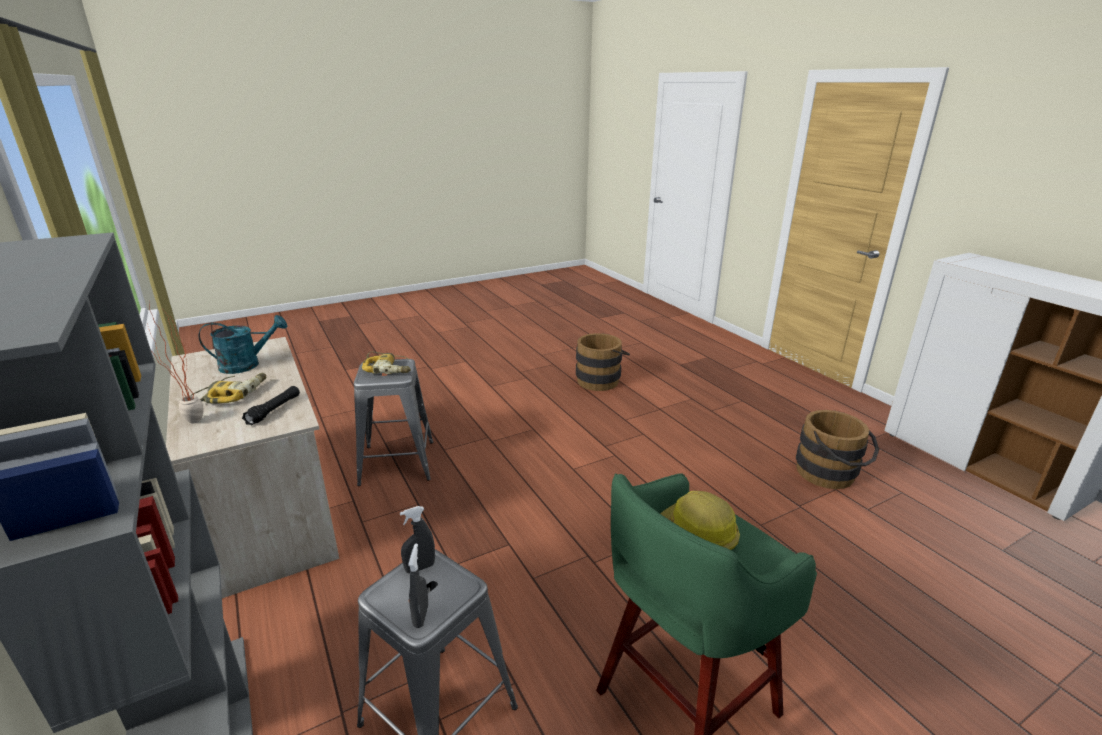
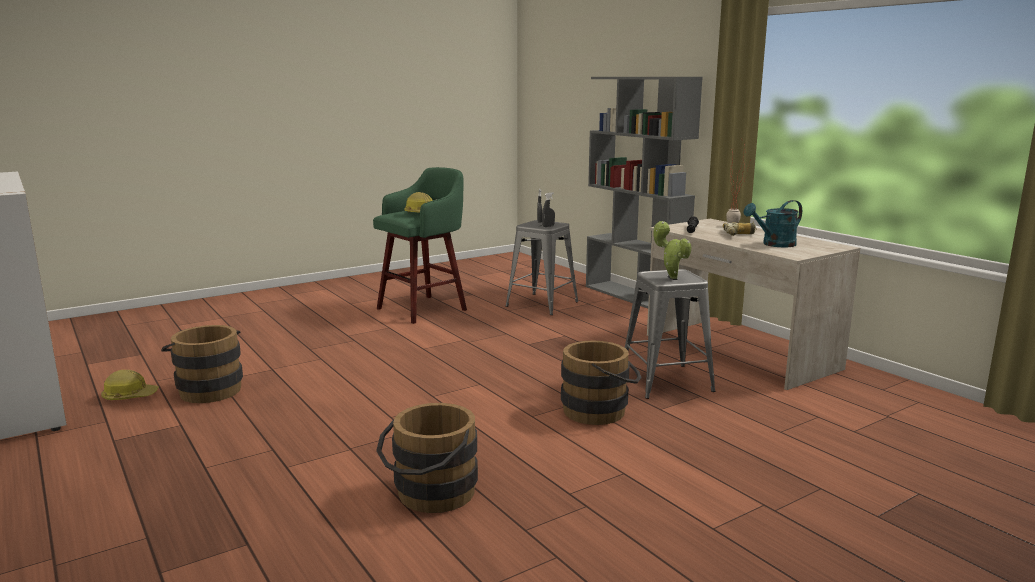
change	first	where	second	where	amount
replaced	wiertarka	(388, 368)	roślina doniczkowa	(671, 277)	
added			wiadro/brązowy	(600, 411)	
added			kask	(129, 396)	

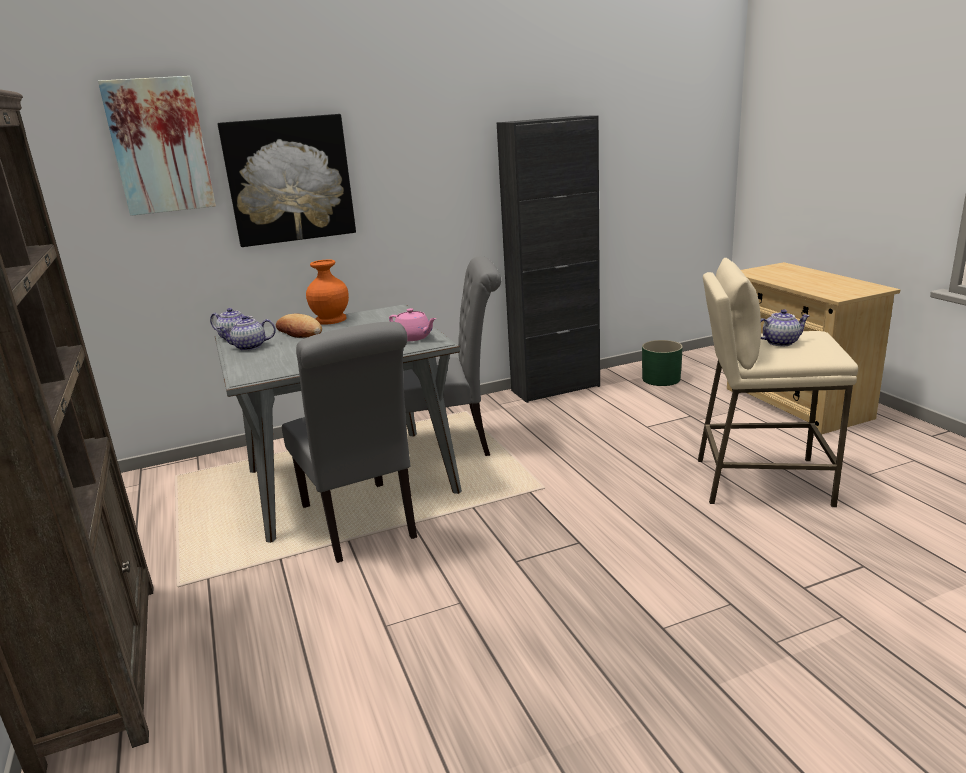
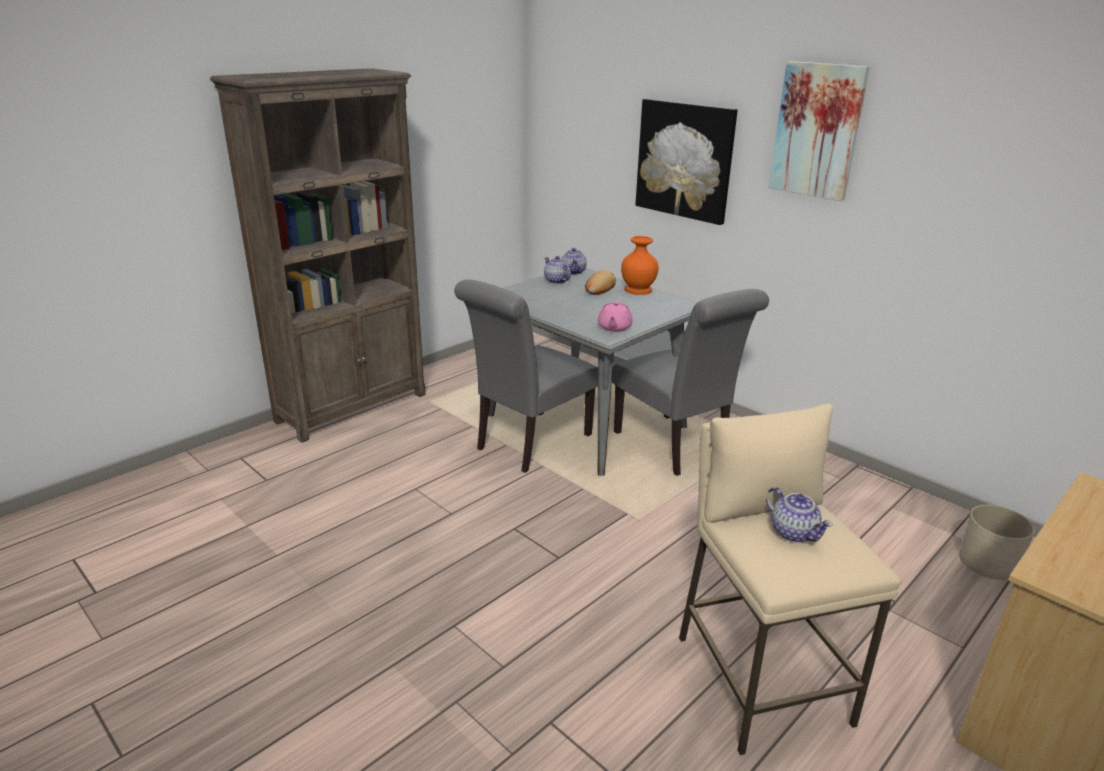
change	first	where	second	where	amount
moved	obraz	(159, 146)		(817, 130)	
removed	szafka/czarny	(555, 388)			
recoloured	donica/zielony	(661, 379)	donica/beżowy	(987, 562)	

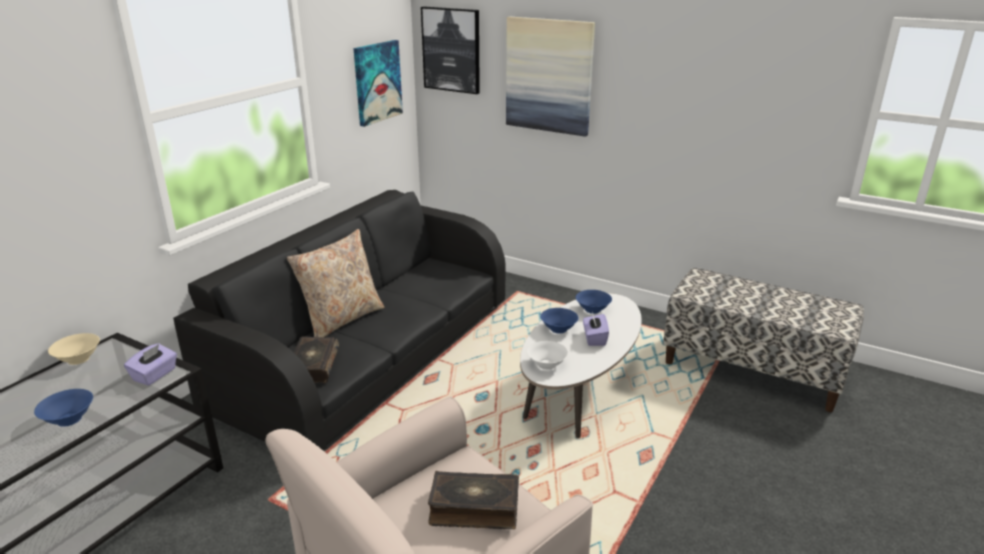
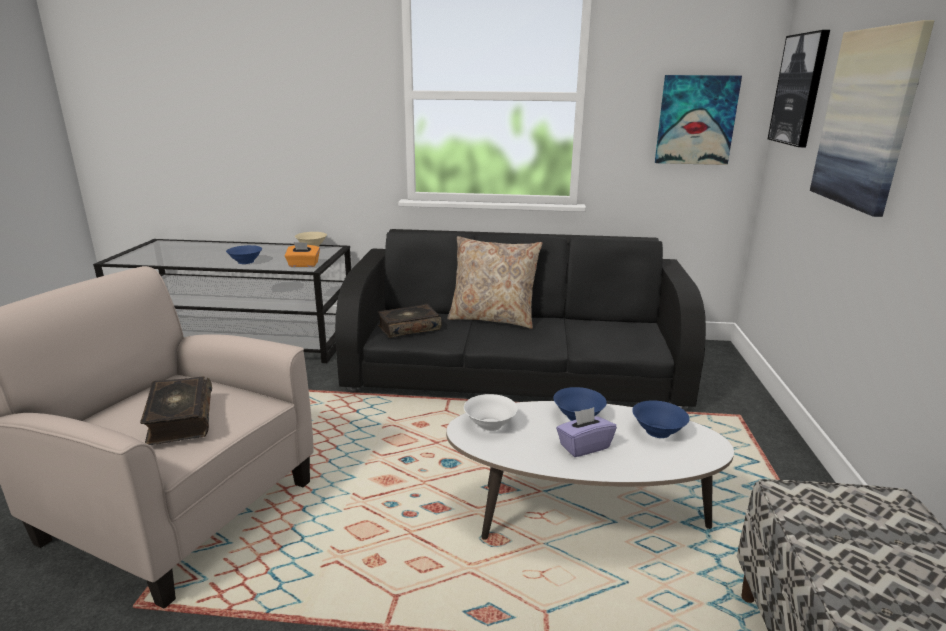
change	first	where	second	where	amount
recoloured	pudełko chusteczek/fioletowy	(155, 375)	pudełko chusteczek/pomarańczowy	(303, 265)	

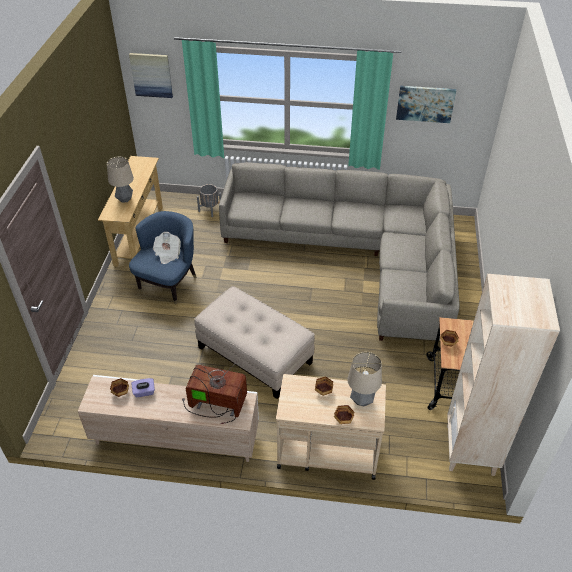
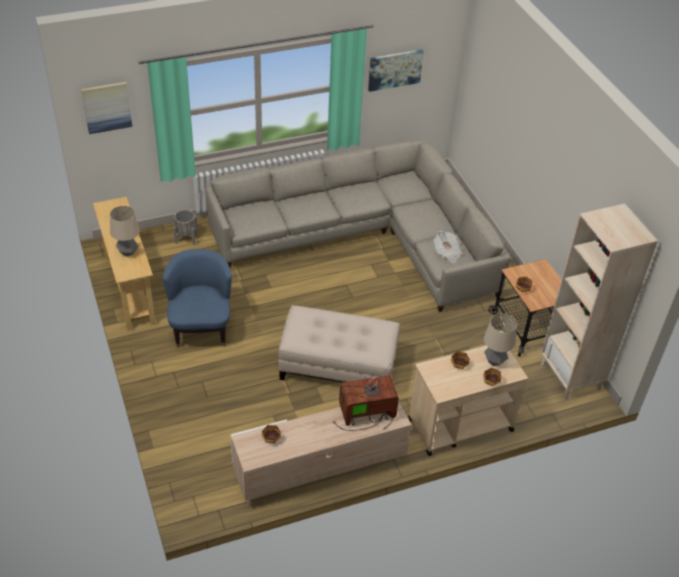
change	first	where	second	where	amount
moved	gazeta	(167, 254)		(447, 253)	
removed	pudełko chusteczek/fioletowy	(144, 392)			

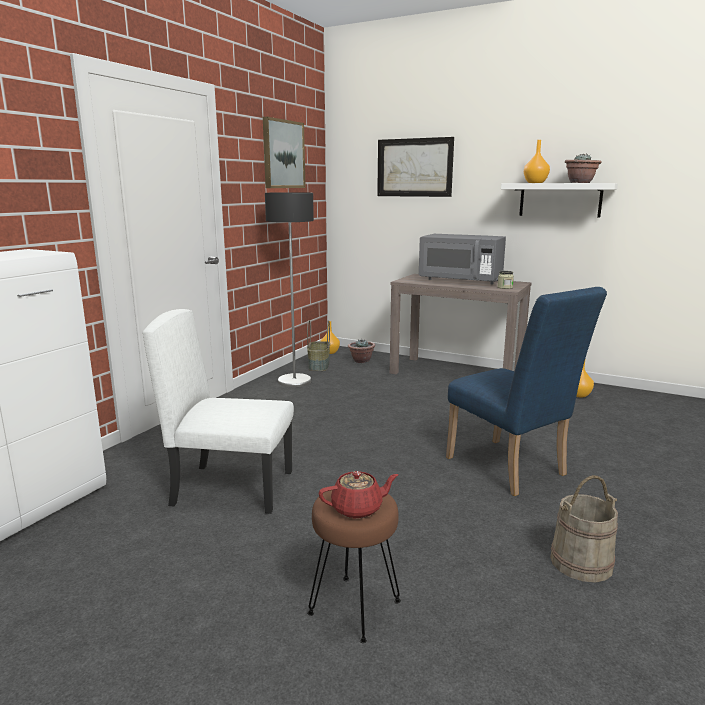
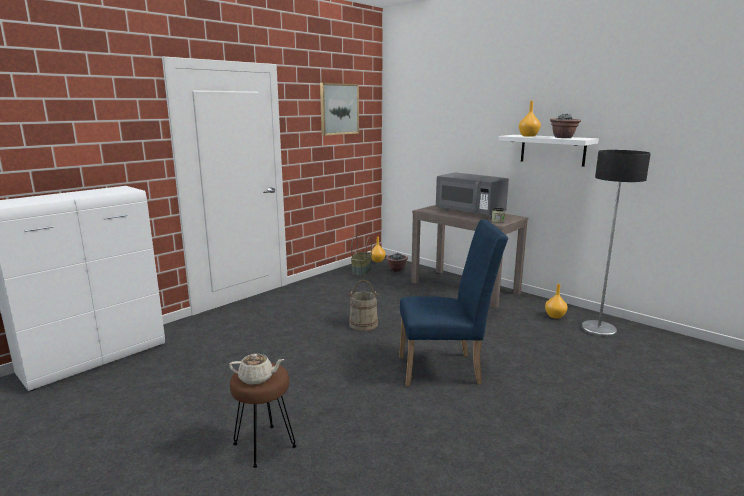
change	first	where	second	where	amount
removed	obraz	(414, 167)			
moved	lampa stojąca	(294, 381)		(598, 329)	
turned	krzesło/niebieski	(511, 470)		(446, 369)	75 degrees counterclockwise
removed	krzesło/biały	(233, 488)			
recoloured	imbryk/czerwony	(358, 508)	imbryk/beżowy	(257, 378)	
moved	wiadro/beżowy	(581, 562)		(363, 324)	

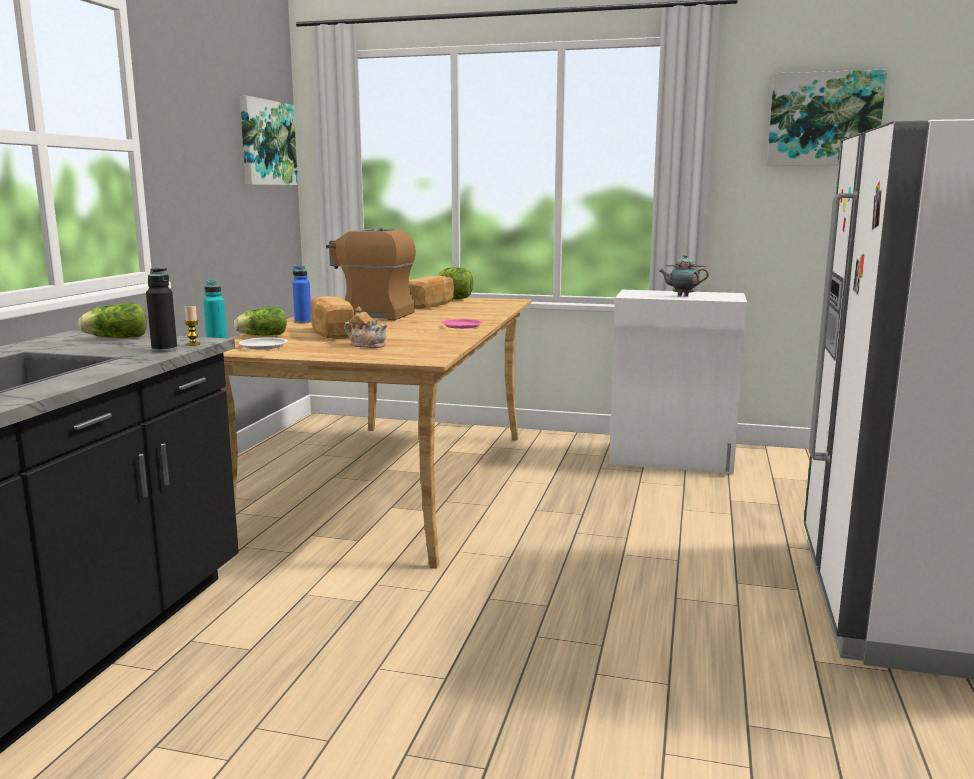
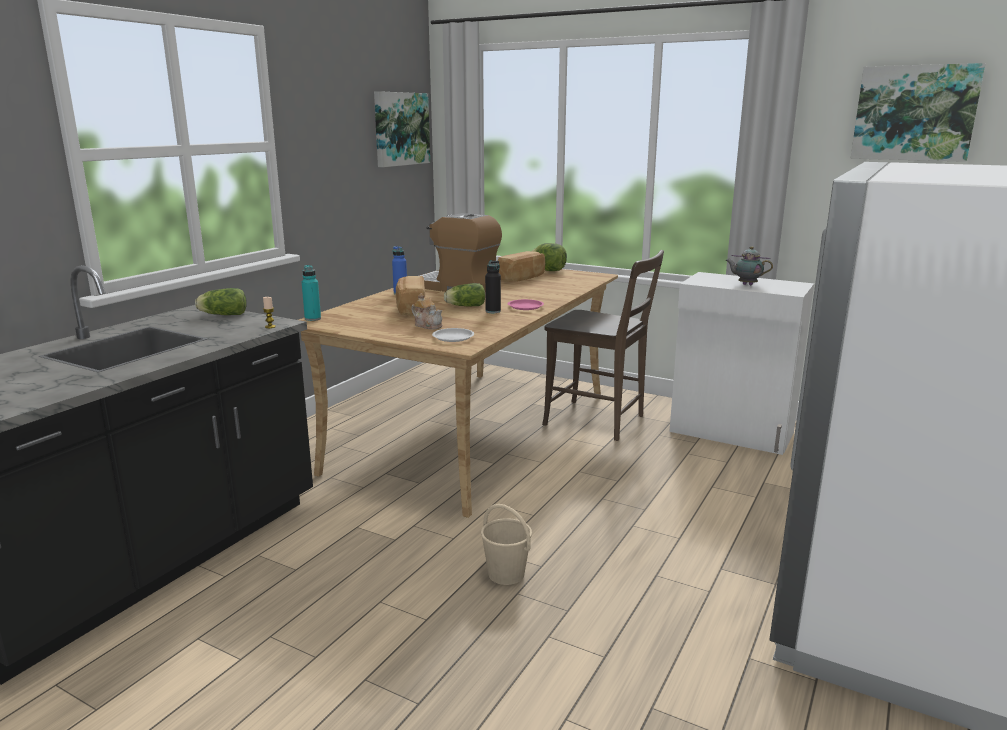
change	first	where	second	where	amount
moved	butelka/czarny	(164, 350)		(493, 311)	
moved	sałata	(260, 335)		(464, 306)	
moved	talerz/biały	(263, 346)		(453, 337)	
added			krzesło/brązowy	(599, 421)	
added			wiadro/beżowy	(505, 574)	

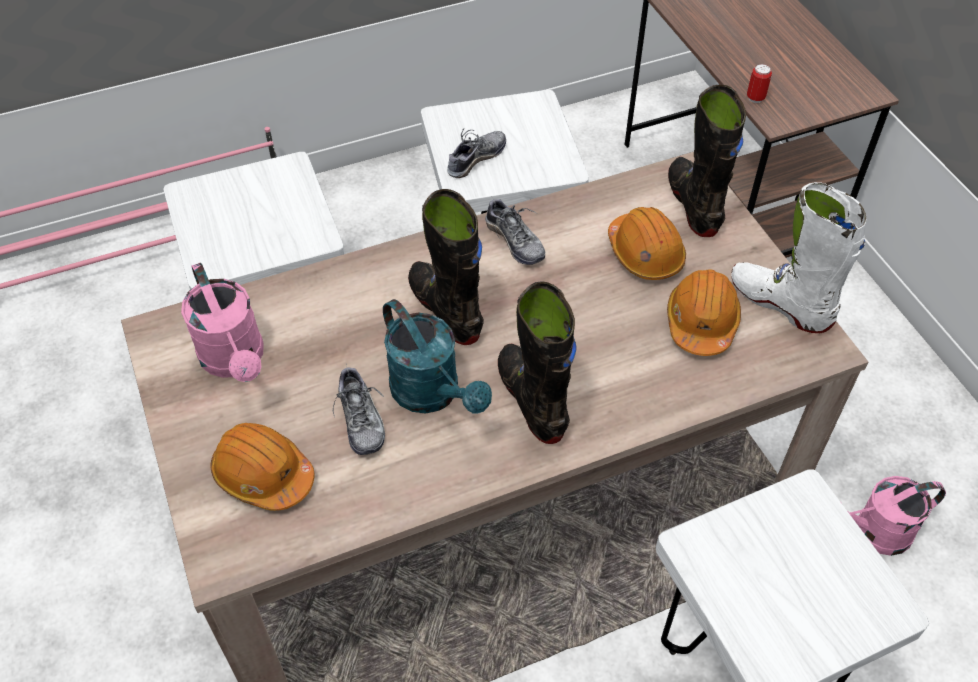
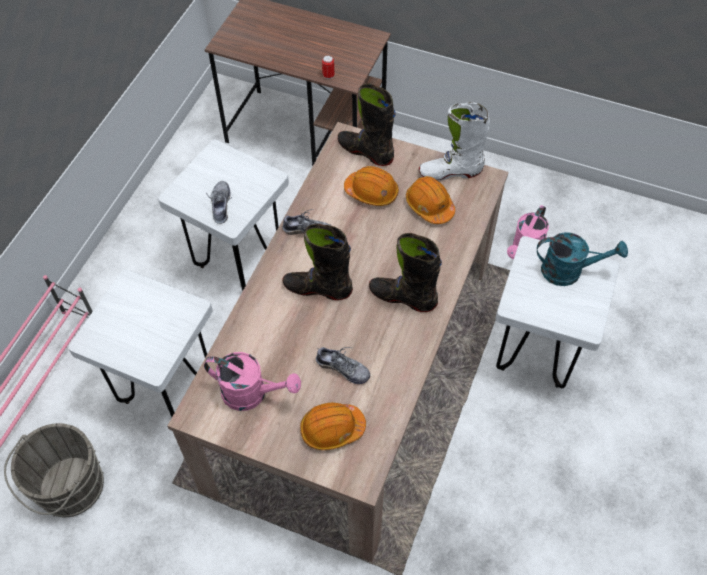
change	first	where	second	where	amount
moved	konewka/turkusowy	(433, 394)		(569, 271)	
added			wiadro/szary	(68, 490)	

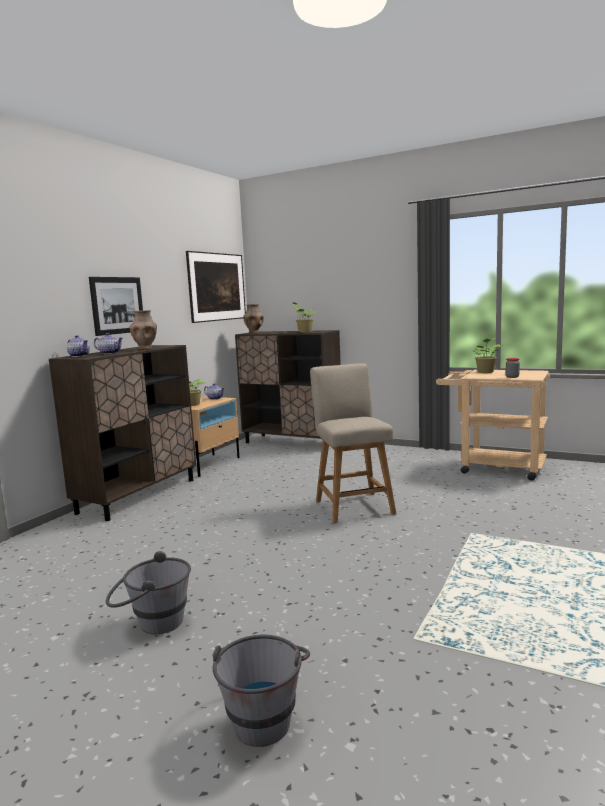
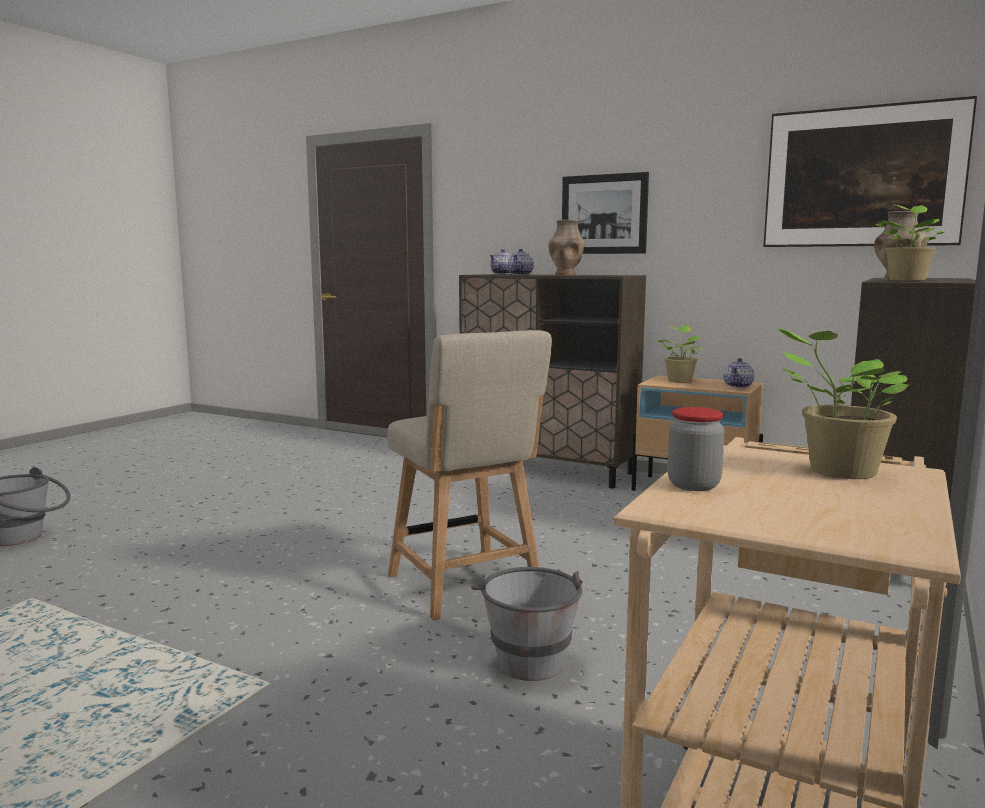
change	first	where	second	where	amount
turned	krzesło/beżowy	(353, 505)		(467, 587)	75 degrees clockwise
moved	wiadro/szary	(152, 623)		(527, 656)	

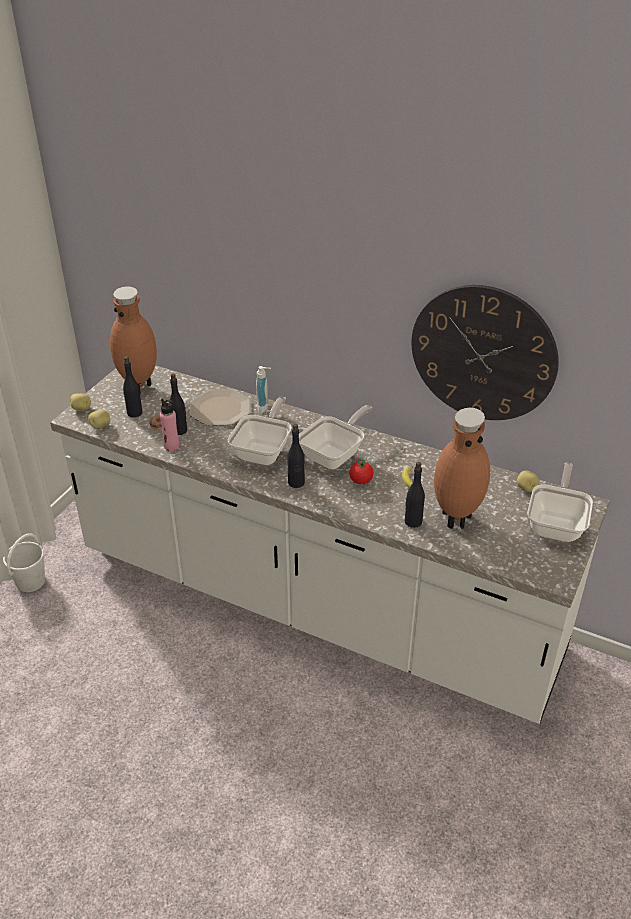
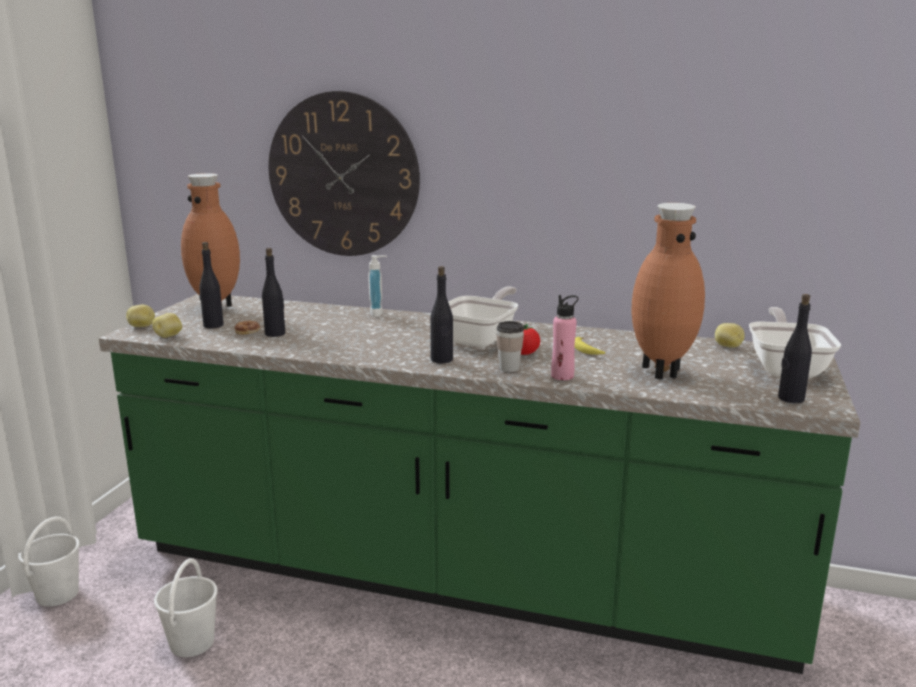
change	first	where	second	where	amount
moved	zegar ścienny	(483, 354)		(343, 175)	
recoloured	zabudowa kuchenna/biały	(315, 604)	zabudowa kuchenna/zielony	(458, 577)	
removed	talerz	(220, 409)			
removed	patelnia	(264, 451)			
moved	butelka/różowy	(171, 446)		(562, 376)	
moved	butelka/czarny	(413, 521)		(790, 398)	
added			filiżanka	(509, 368)	
added			wiadro/biały	(191, 643)	

